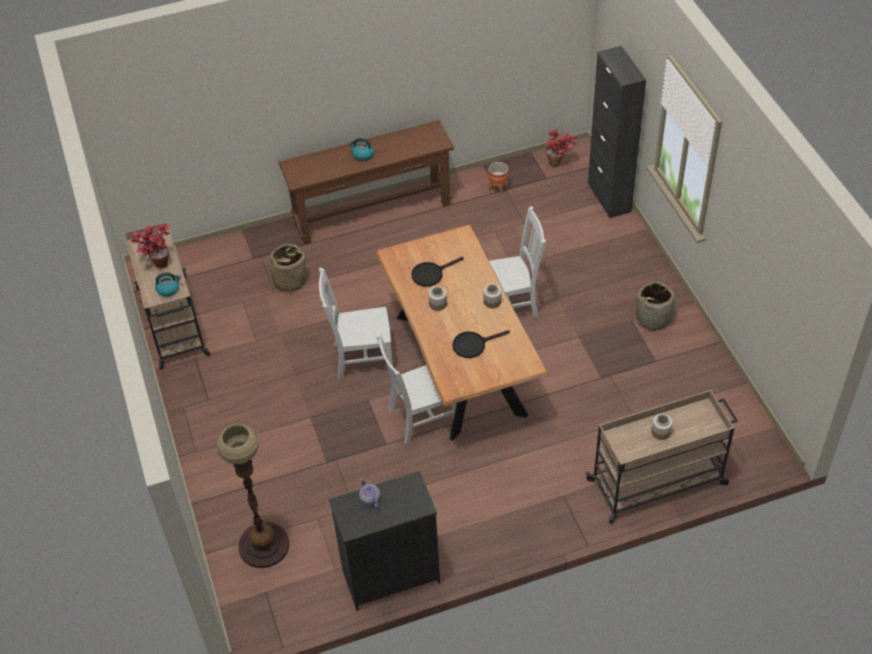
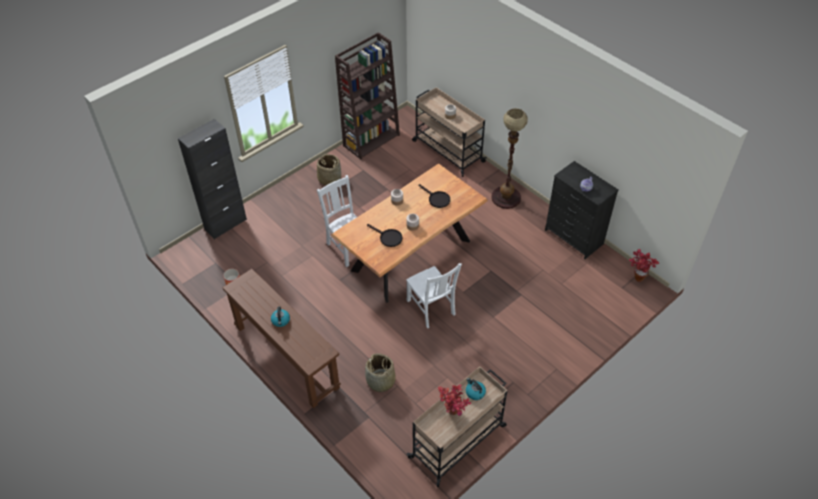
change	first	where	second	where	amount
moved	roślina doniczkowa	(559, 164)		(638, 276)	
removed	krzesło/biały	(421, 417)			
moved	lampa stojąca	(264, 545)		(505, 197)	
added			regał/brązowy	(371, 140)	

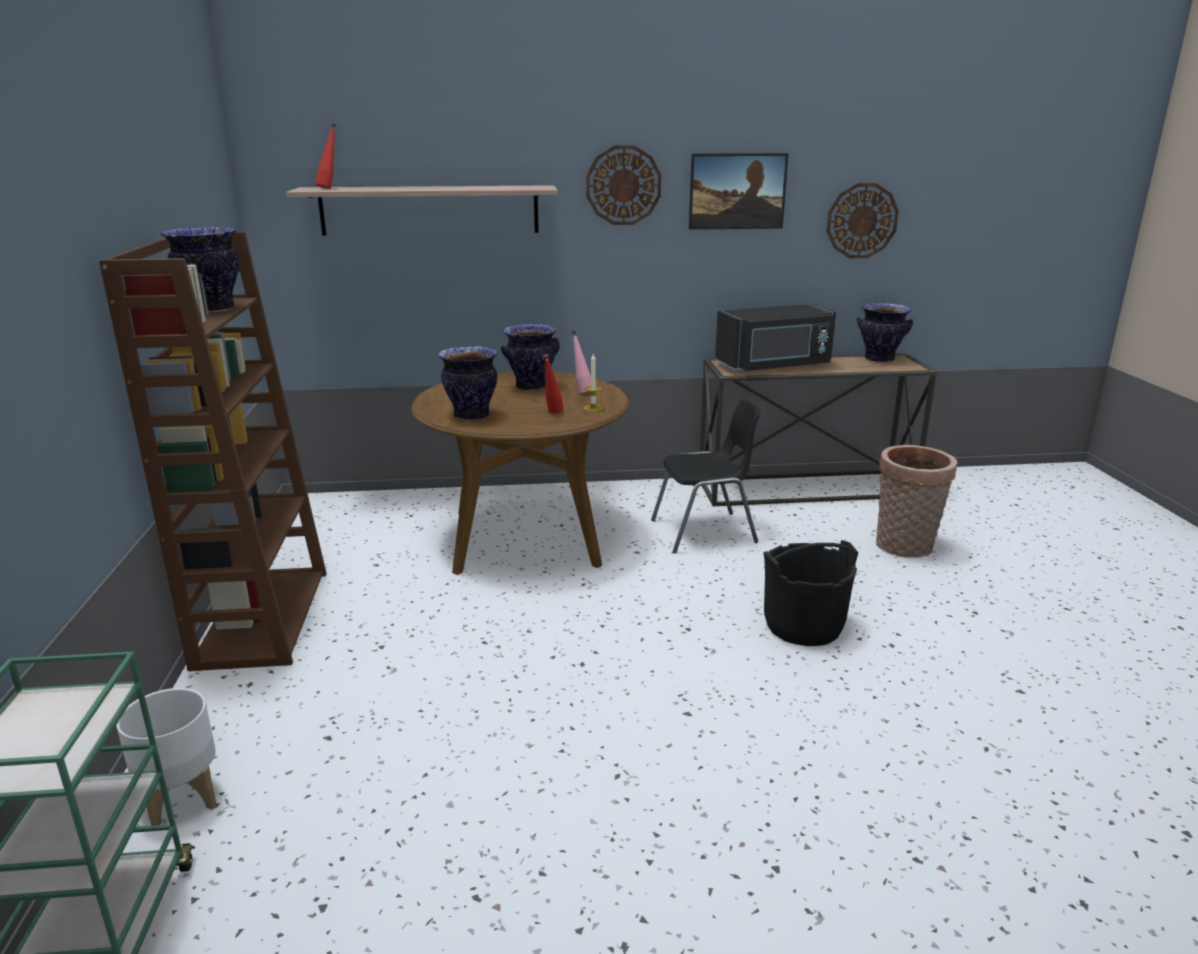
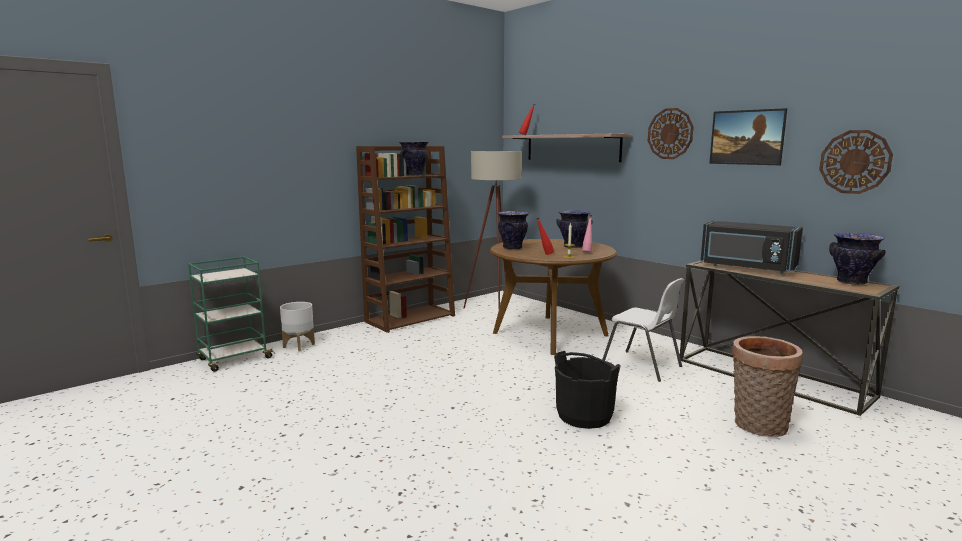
change	first	where	second	where	amount
recoloured	krzesło/czarny	(705, 532)	krzesło/biały	(642, 366)	
added			lampa stojąca/beżowy	(494, 308)	

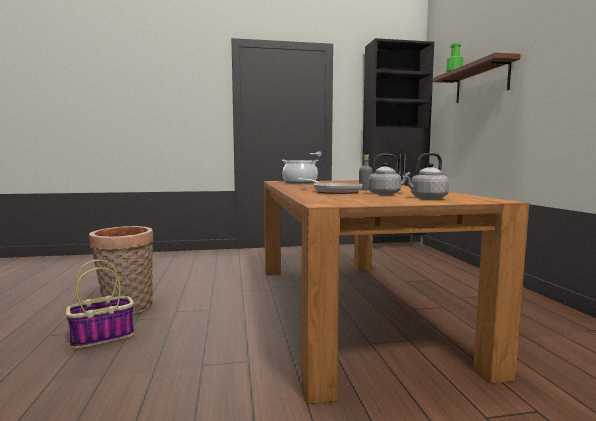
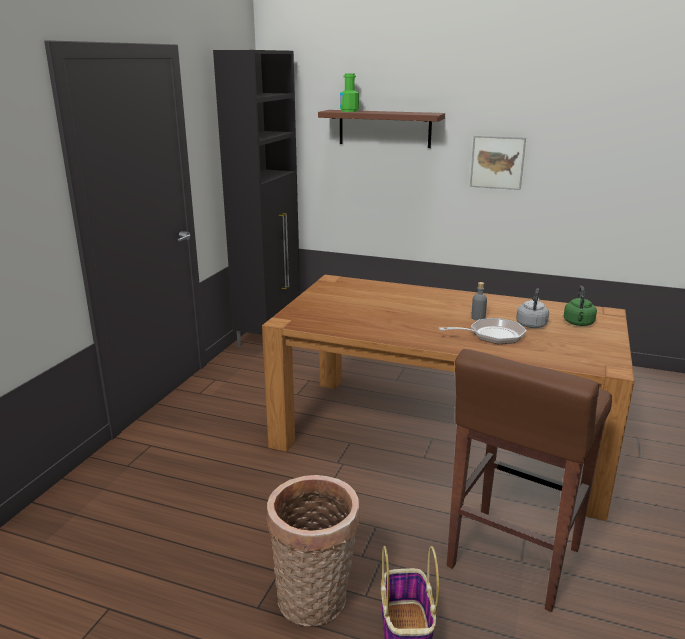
change	first	where	second	where	amount
recoloured	czajnik/szary	(427, 198)	czajnik/zielony	(578, 323)	
removed	garnek	(300, 182)			
added			obraz	(497, 162)	
added			stołek/brązowy	(512, 559)	

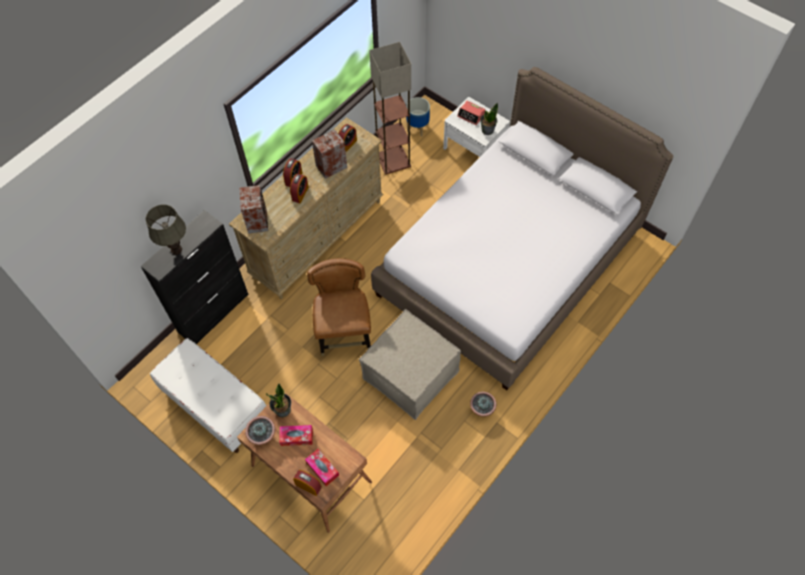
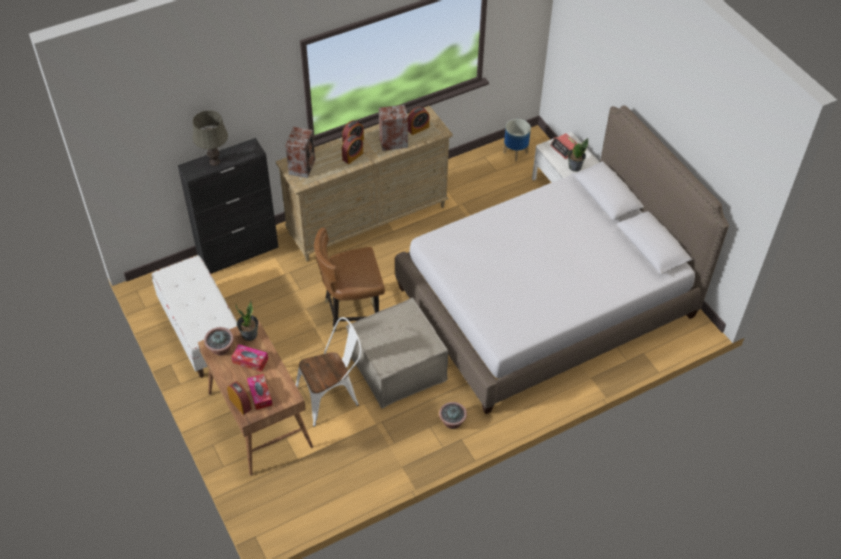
change	first	where	second	where	amount
removed	lampa stojąca	(393, 160)			
turned	krzesło/brązowy	(345, 334)		(351, 312)	120 degrees counterclockwise
added			krzesło/biały	(332, 396)	

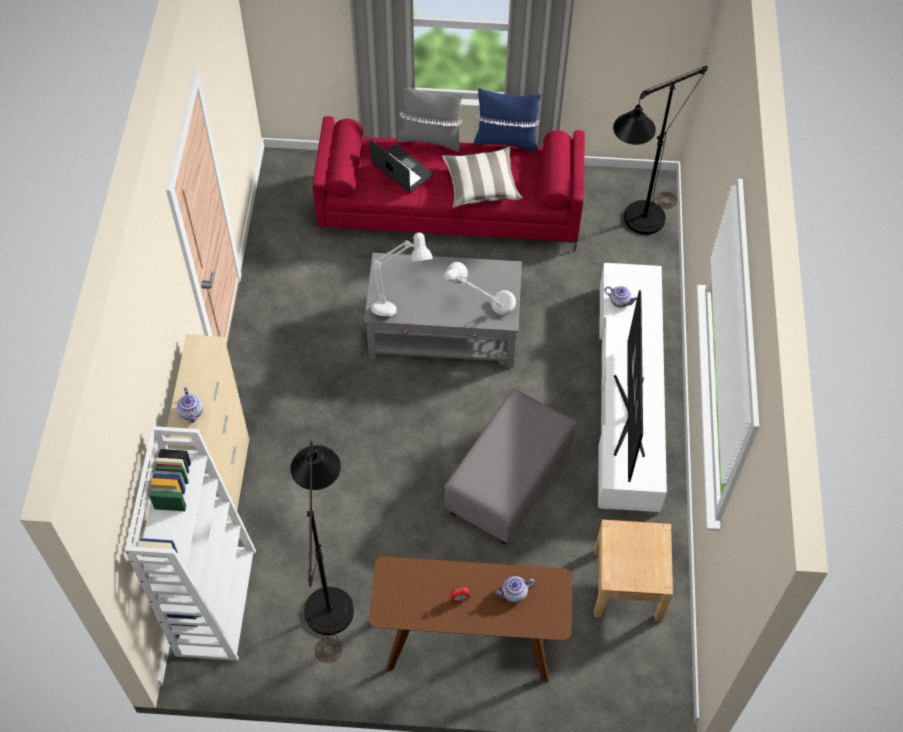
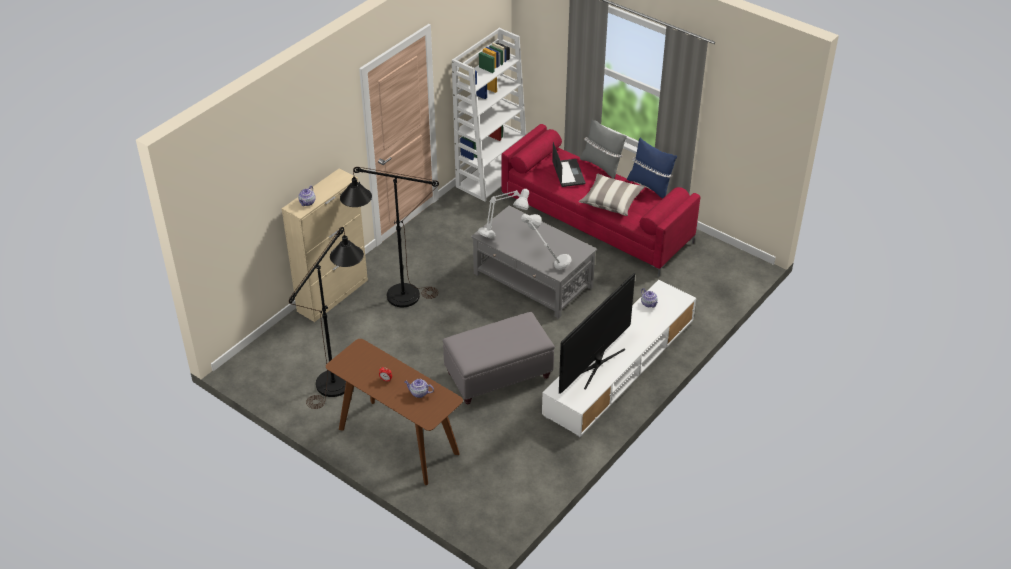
change	first	where	second	where	amount
moved	lampa stojąca/czarny	(636, 225)		(393, 297)	
moved	regał/biały	(215, 600)		(492, 176)	
removed	szafka nocna/beżowy	(627, 584)			

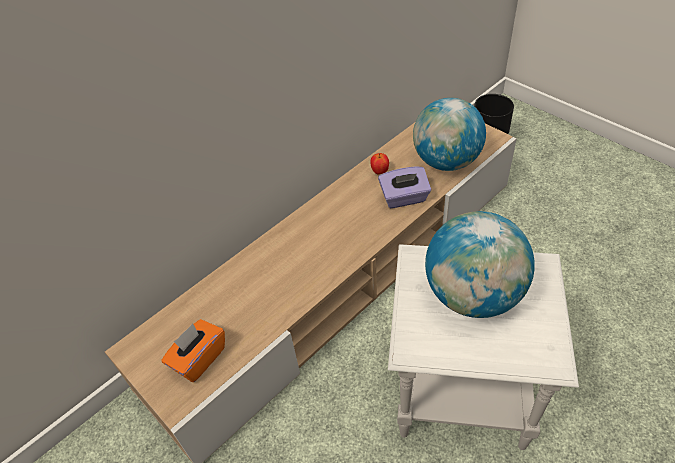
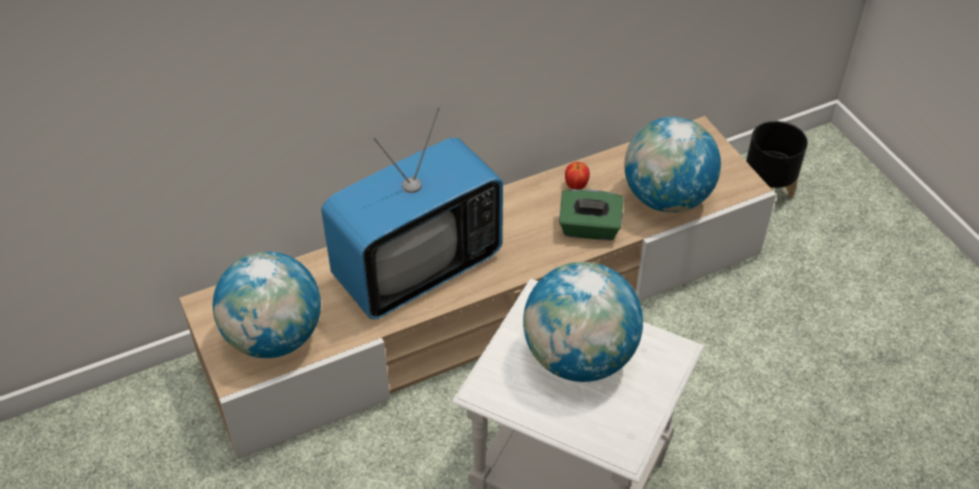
change	first	where	second	where	amount
recoloured	pudełko chusteczek/fioletowy	(404, 198)	pudełko chusteczek/zielony	(589, 229)	
replaced	pudełko chusteczek/pomarańczowy	(199, 359)	globus	(274, 337)	
added			telewizor	(417, 268)	

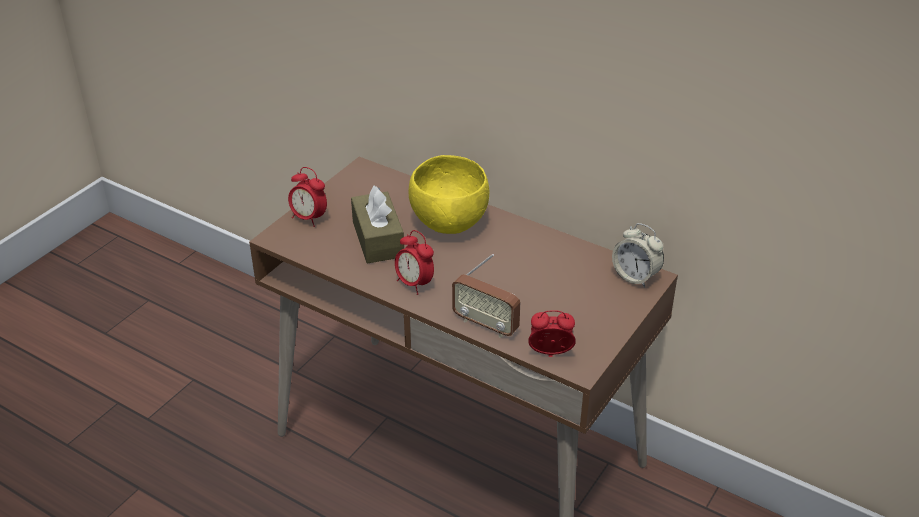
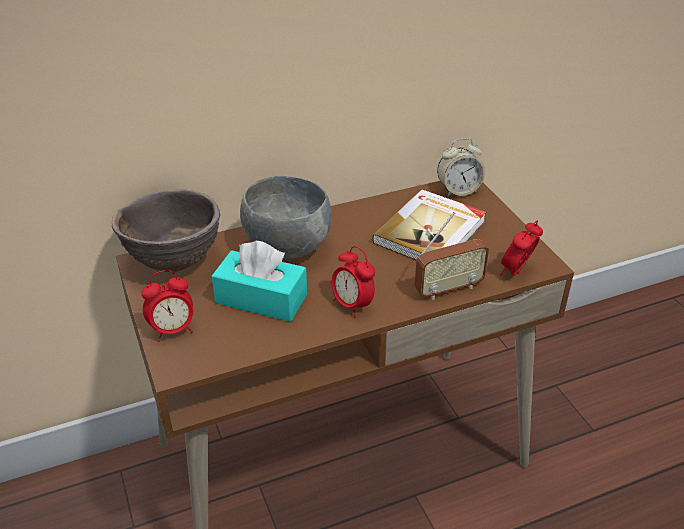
change	first	where	second	where	amount
recoloured	miska/żółty	(448, 223)	miska/szary	(288, 248)	
recoloured	pudełko chusteczek/brązowy	(378, 239)	pudełko chusteczek/turkusowy	(261, 299)	
turned	budzik	(414, 284)		(352, 305)	60 degrees clockwise
added			miska/brązowy	(175, 262)	
added			książka	(431, 232)	

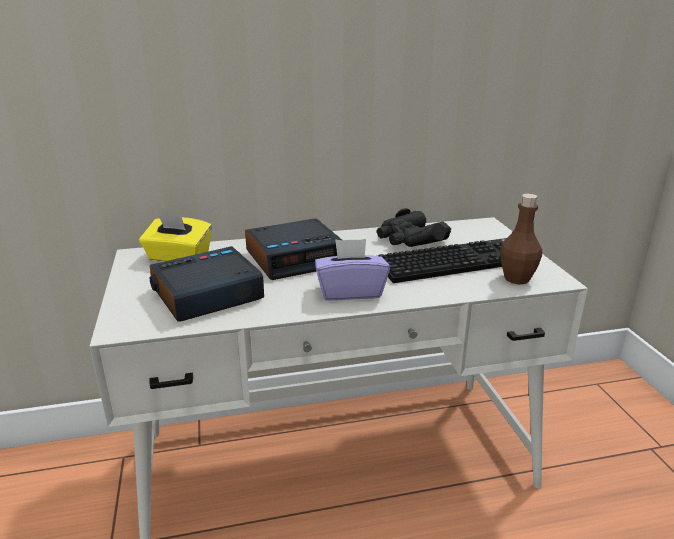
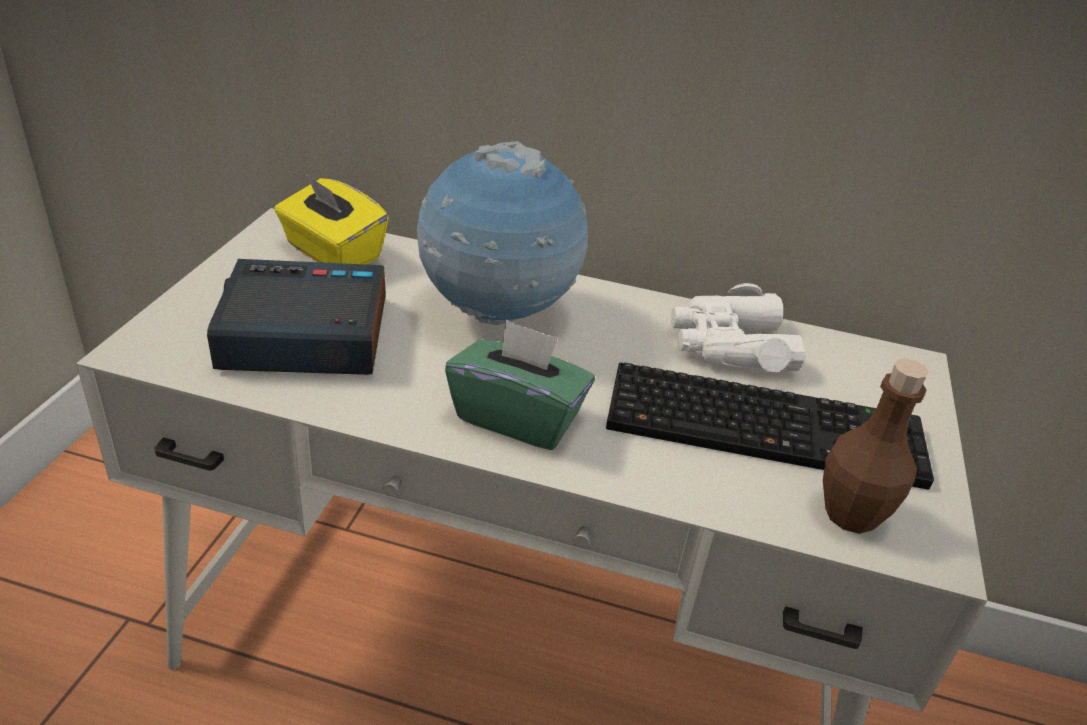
change	first	where	second	where	amount
recoloured	lornetka/czarny	(409, 238)	lornetka/biały	(729, 345)	
replaced	budzik	(295, 258)	globus	(497, 315)	
recoloured	pudełko chusteczek/fioletowy	(350, 291)	pudełko chusteczek/zielony	(518, 417)	

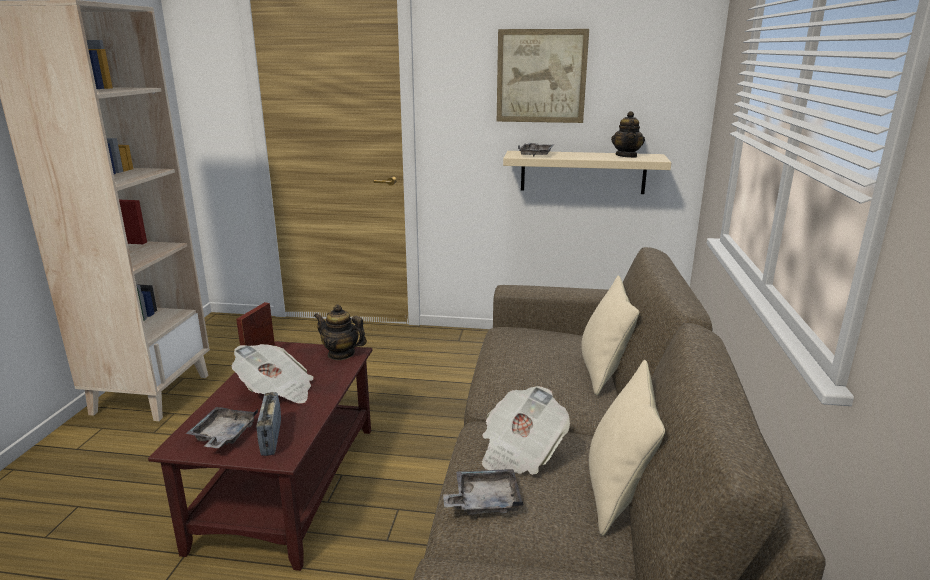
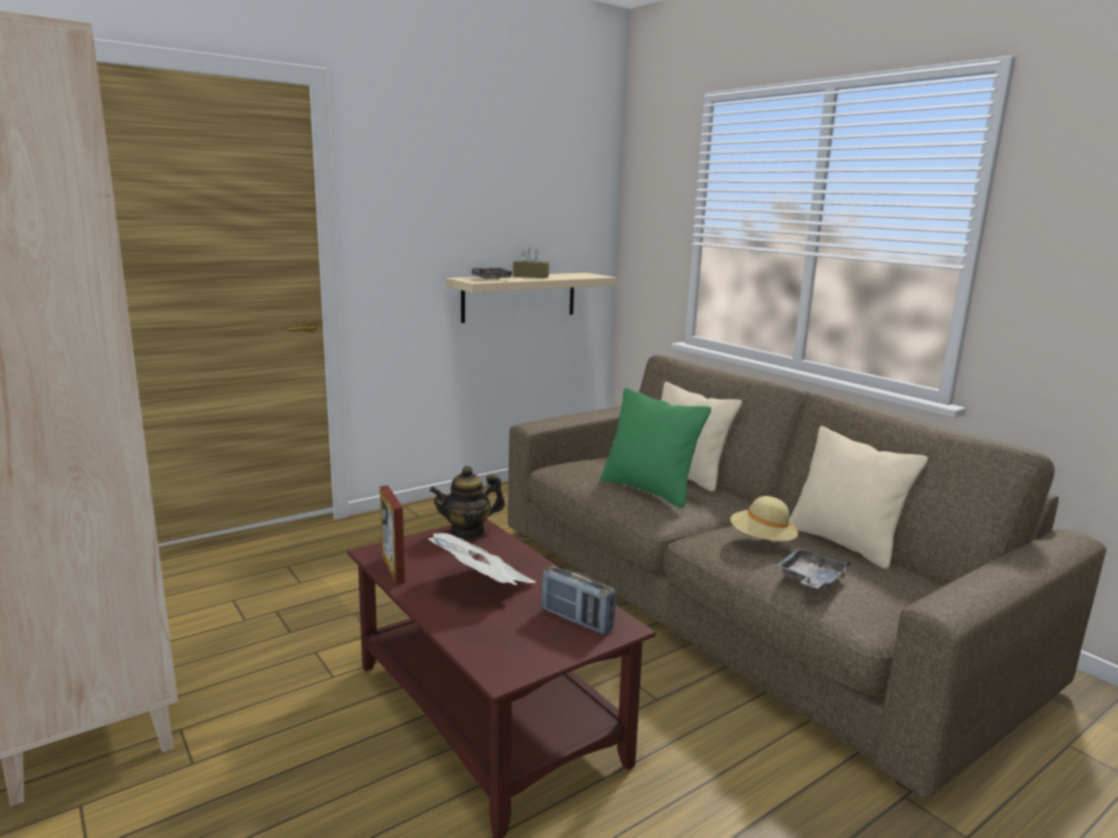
change	first	where	second	where	amount
removed	obraz	(541, 76)			
removed	imbryk	(626, 156)			
replaced	gazeta	(520, 451)	kapelusz/beżowy	(761, 541)	
removed	taca/szary	(223, 435)			
added			pudełko chusteczek/brązowy	(531, 276)	
added			poduszka/zielony	(649, 490)	

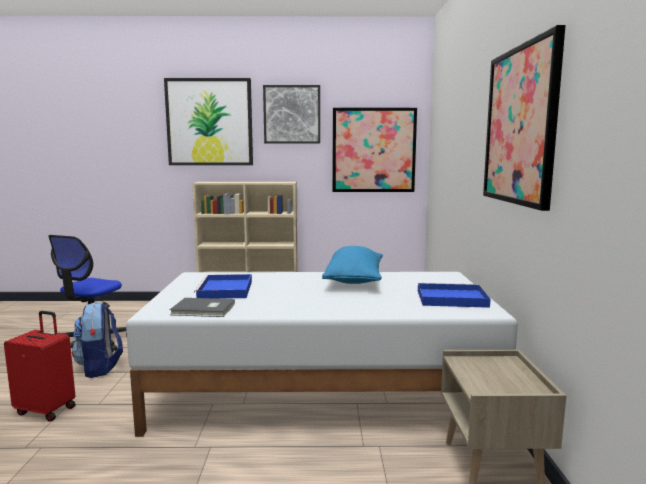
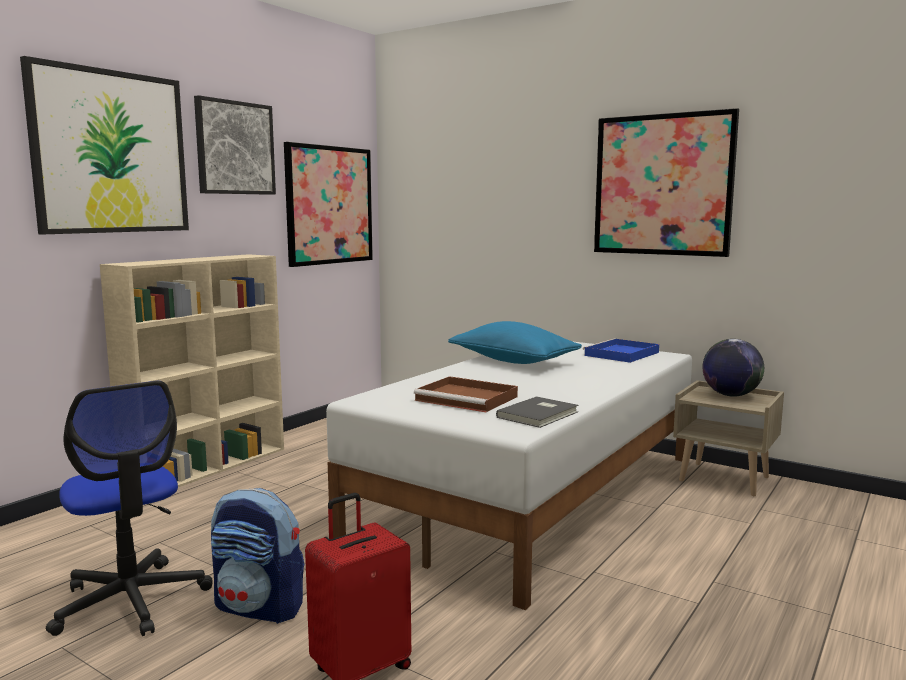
change	first	where	second	where	amount
recoloured	taca/niebieski	(225, 290)	taca/brązowy	(468, 398)	
added			globus	(730, 395)	

